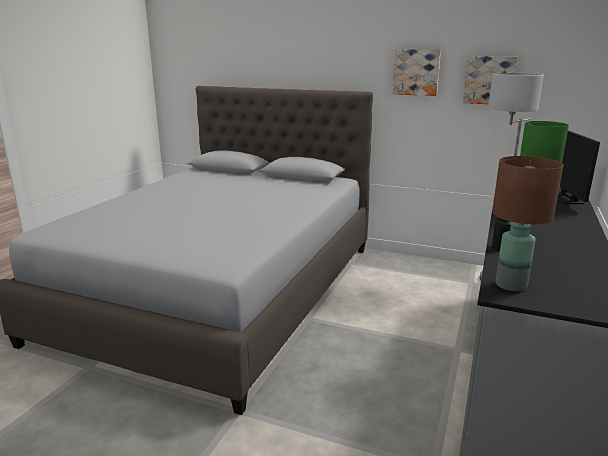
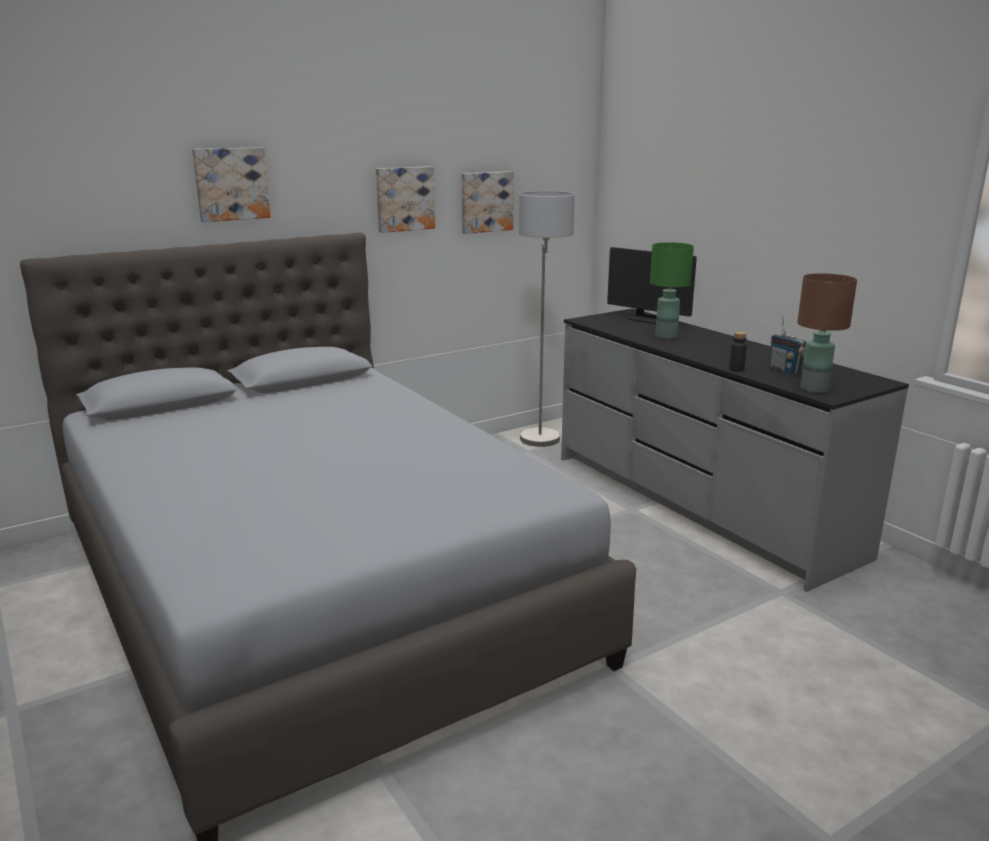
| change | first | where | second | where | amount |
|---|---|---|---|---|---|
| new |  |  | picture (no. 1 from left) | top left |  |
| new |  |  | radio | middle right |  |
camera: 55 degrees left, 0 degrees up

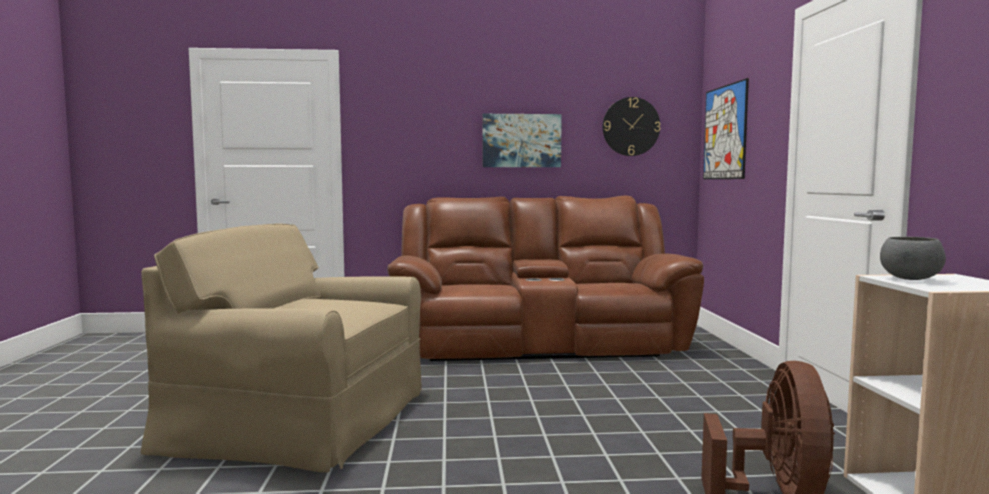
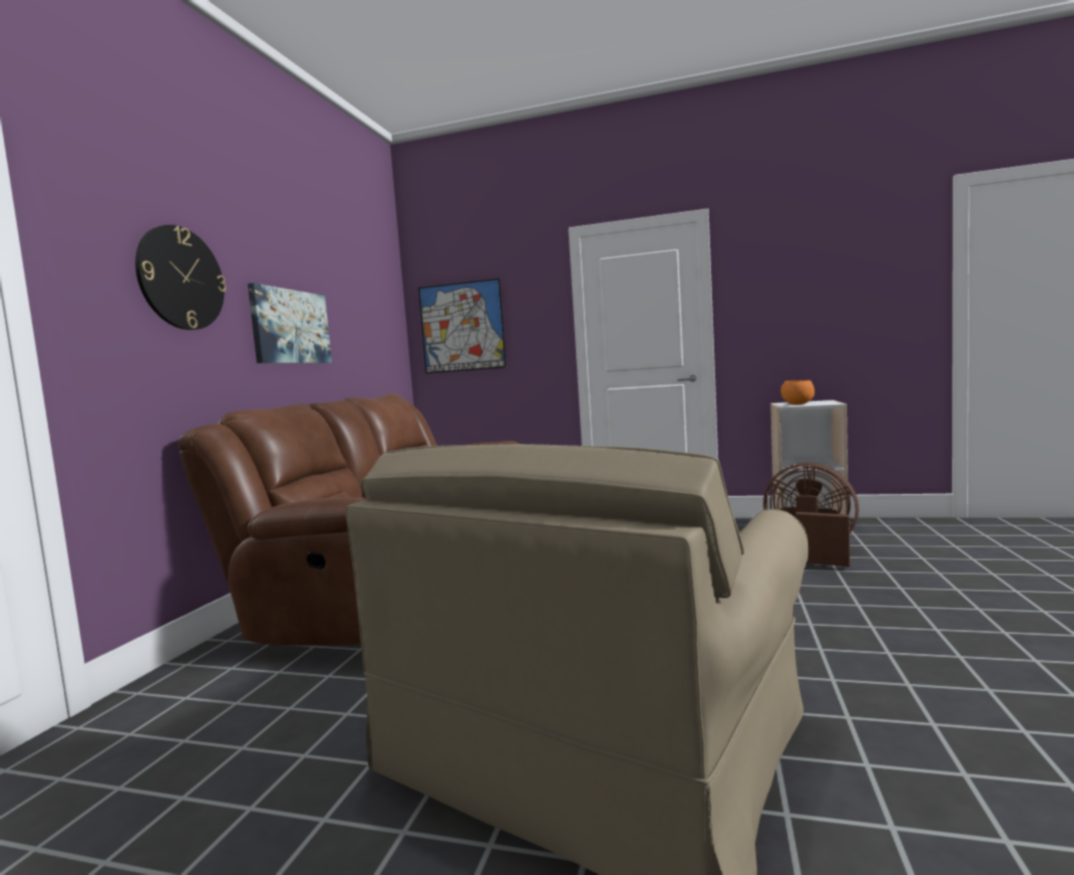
| change | first | where | second | where | amount |
|---|---|---|---|---|---|
| shifted | wall clock | top centre |  | top left |  |
| repainted | grey bowl | middle right | orange bowl | middle right |  |
camera: 70 degrees left, 0 degrees up

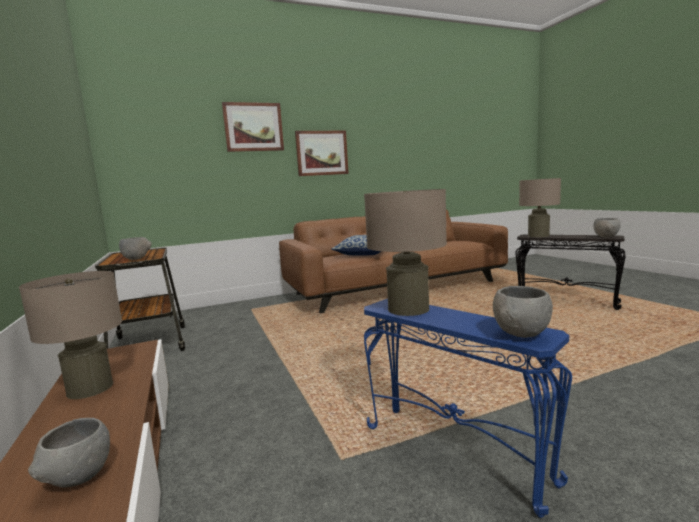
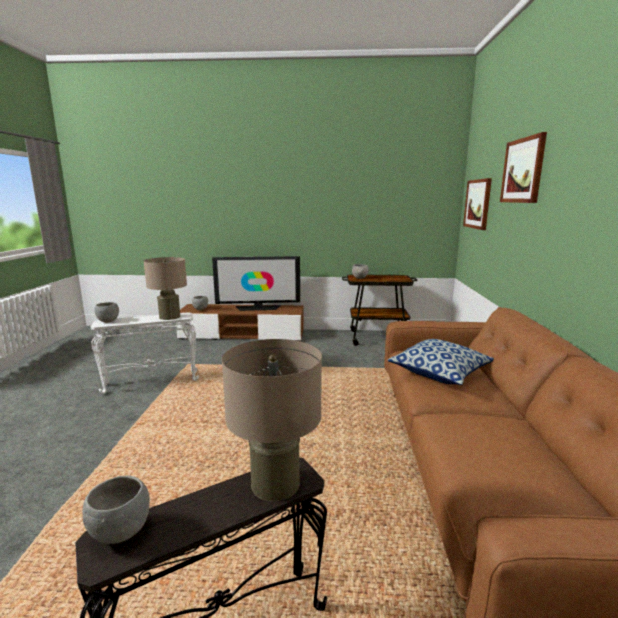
| change | first | where | second | where | amount |
|---|---|---|---|---|---|
| swapped | beige table lamp (no. 1 from left) | middle left | television | centre |  |
| shifted | picture (no. 2 from left in the first image) | top centre | picture (no. 1 from left) | top right |  |
| repainted | blue side table | bottom right | white side table | middle left |  |
camera: 115 degrees right, 5 degrees up

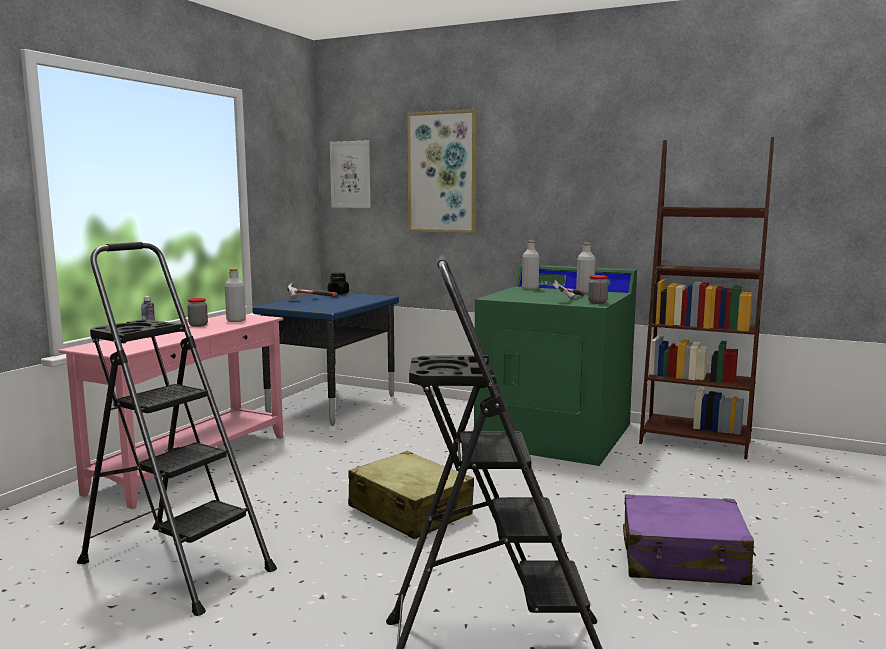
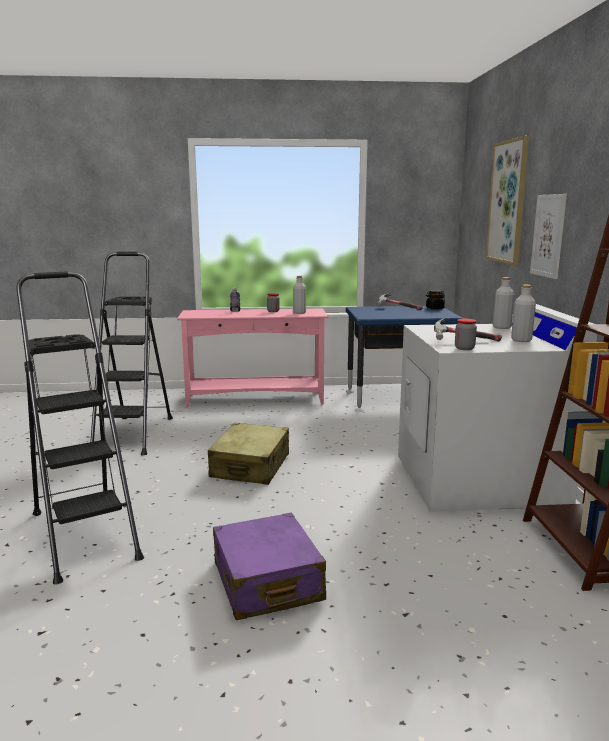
| change | first | where | second | where | amount |
|---|---|---|---|---|---|
| shifted | picture (no. 1 from left in the first image) | top centre | picture (no. 2 from left) | top right |  |
| repainted | green washing machine | centre | white washing machine | middle right |  |
camera: 60 degrees right, 5 degrees up

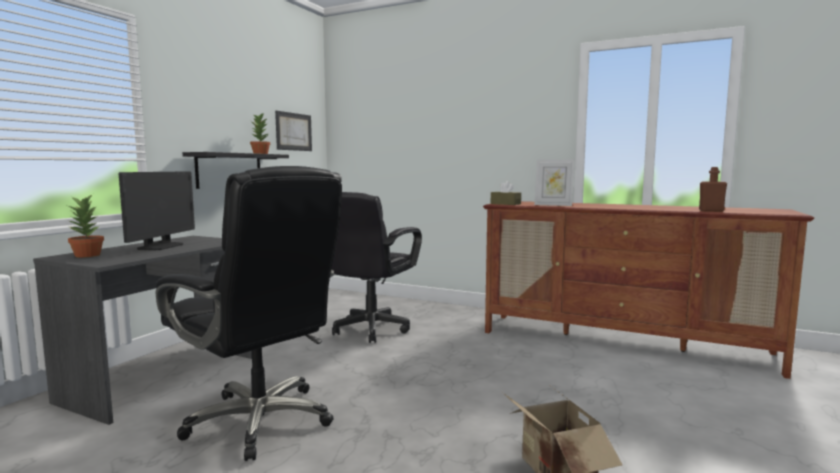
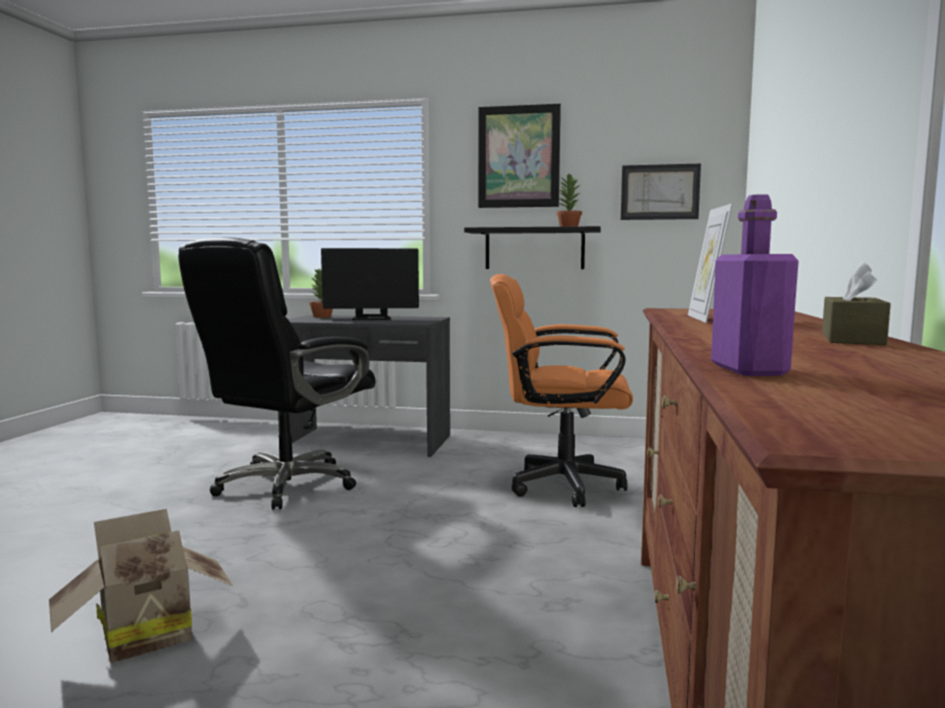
| change | first | where | second | where | amount |
|---|---|---|---|---|---|
| repainted | black office chair (no. 2 from left) | centre | orange office chair | centre |  |
| shifted | brown tissue box | centre |  | middle right |  |
| repainted | brown bottle | middle right | purple bottle | middle right |  |
| new |  |  | picture (no. 1 from left) | top centre |  |
camera: 75 degrees right, 0 degrees up

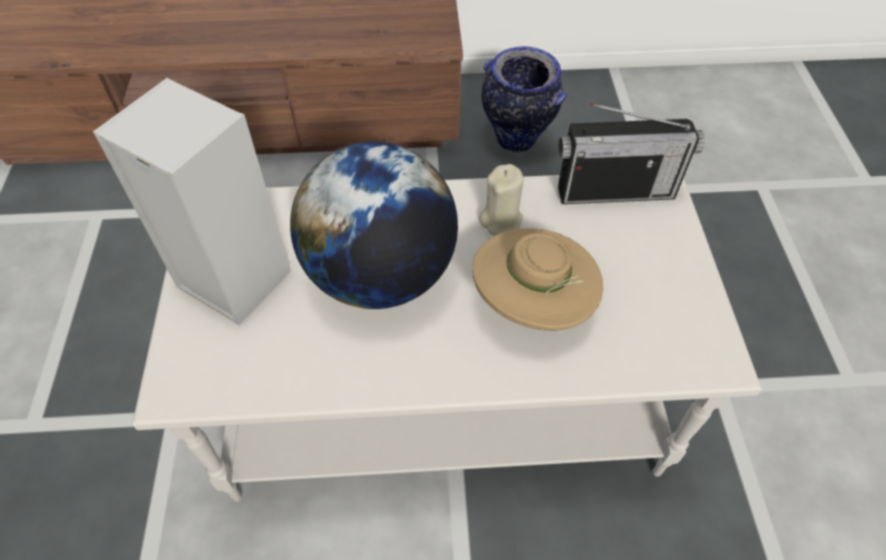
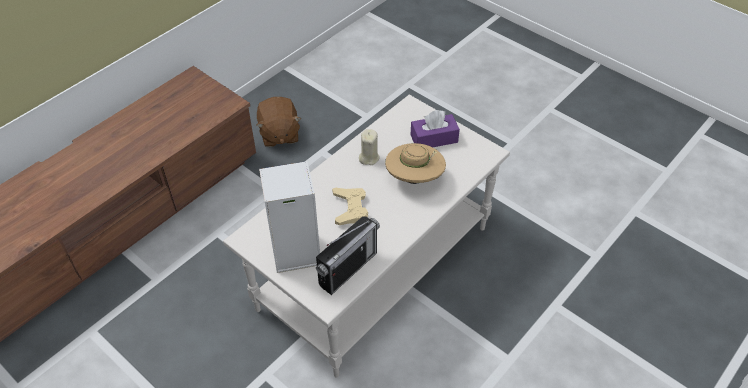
| change | first | where | second | where | amount |
|---|---|---|---|---|---|
| swapped | globe | centre | beige game controller | centre |  |
| swapped | vase | top centre | brown plush toy | top centre |  |
| shifted | radio | top right |  | centre |  |
| new |  |  | purple tissue box | top centre |  |
camera: 45 degrees left, 5 degrees down

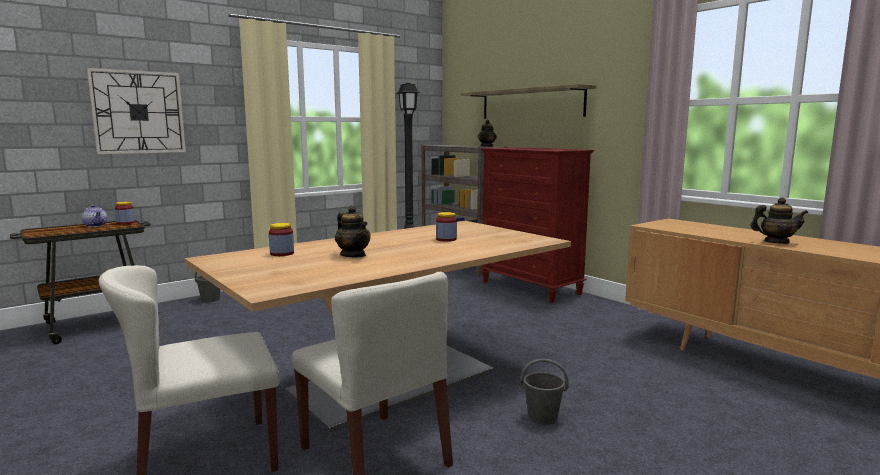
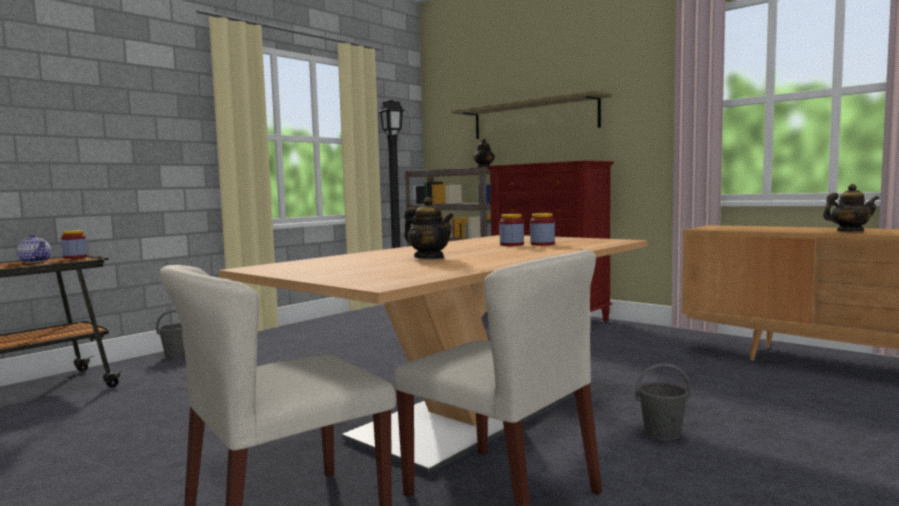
| change | first | where | second | where | amount |
|---|---|---|---|---|---|
| gone | wall clock | top left |  |  |  |
| shifted | jar (no. 2 from left in the first image) | middle left | jar (no. 3 from left) | centre |  |
camera: 10 degrees left, 5 degrees down

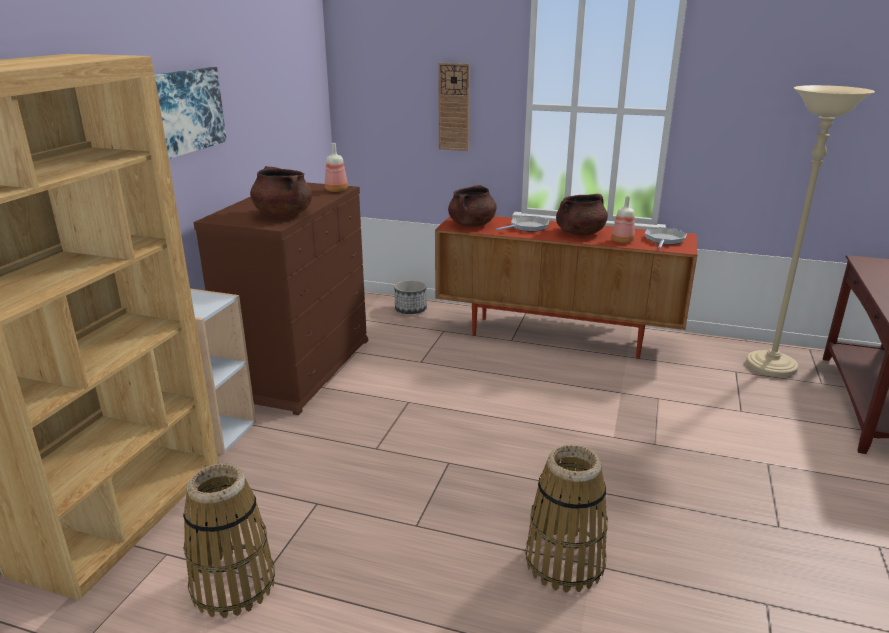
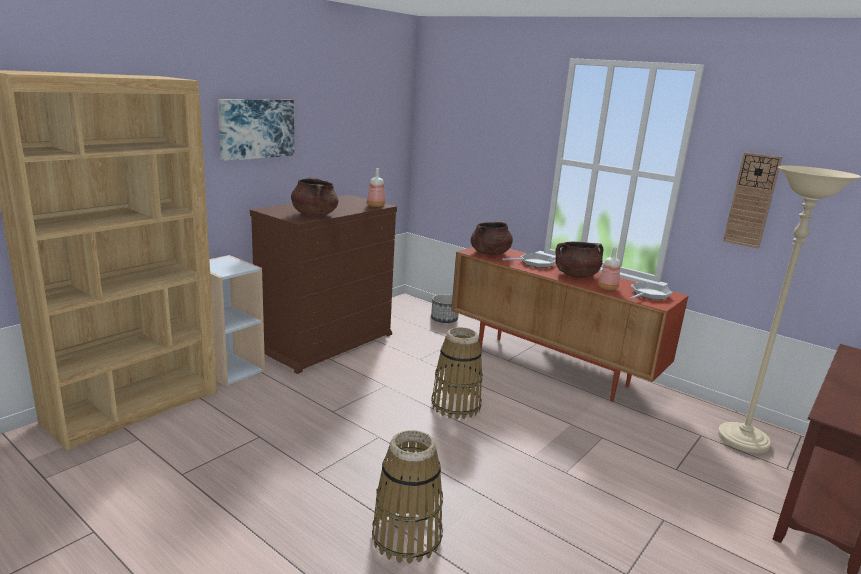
| change | first | where | second | where | amount |
|---|---|---|---|---|---|
| shifted | basket (no. 1 from left in the first image) | bottom left | basket (no. 2 from left) | centre |  |
| shifted | wall clock | top centre |  | middle right |  |
camera: 20 degrees right, 5 degrees down

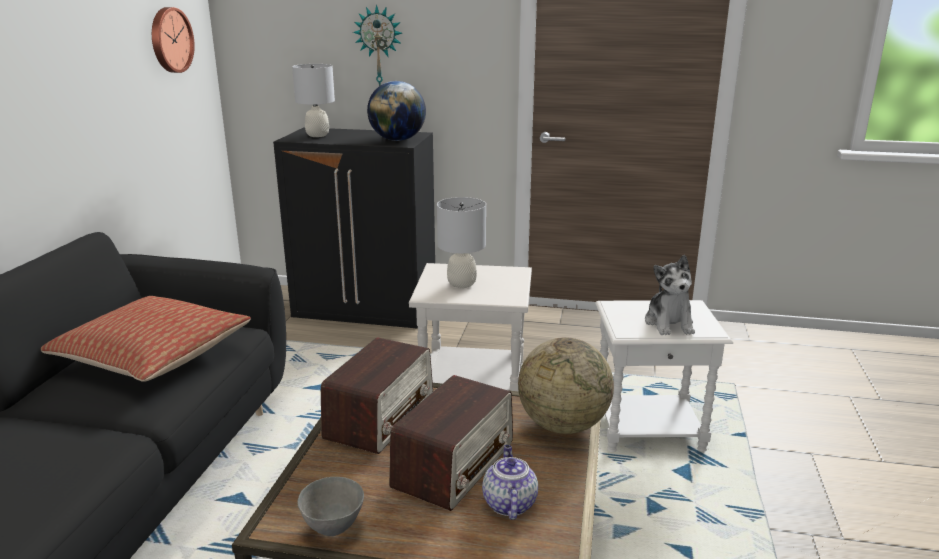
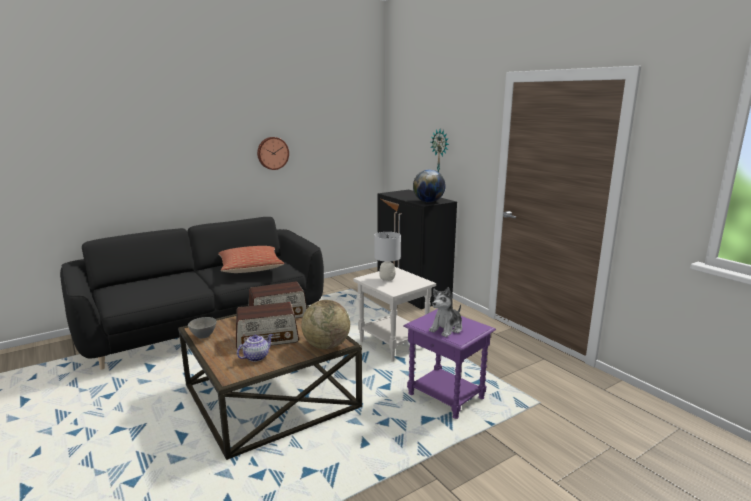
| change | first | where | second | where | amount |
|---|---|---|---|---|---|
| shifted | wall clock (no. 1 from left) | top left |  | top centre |  |
| gone | grey table lamp (no. 1 from left) | top centre |  |  |  |
| repainted | white side table (no. 2 from left) | bottom right | purple side table | bottom centre |  |
camera: 45 degrees right, 5 degrees down

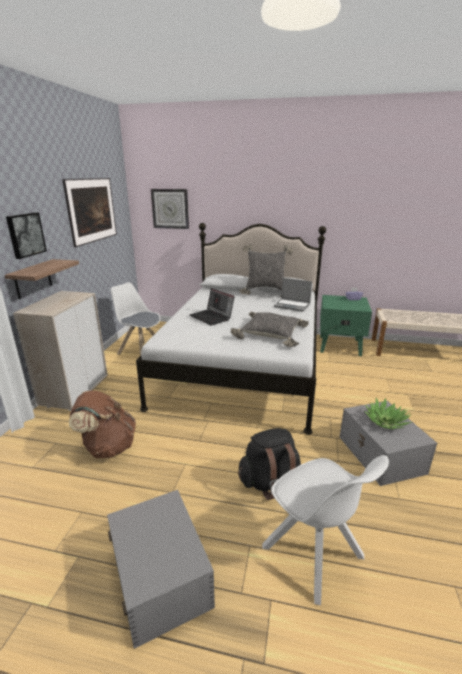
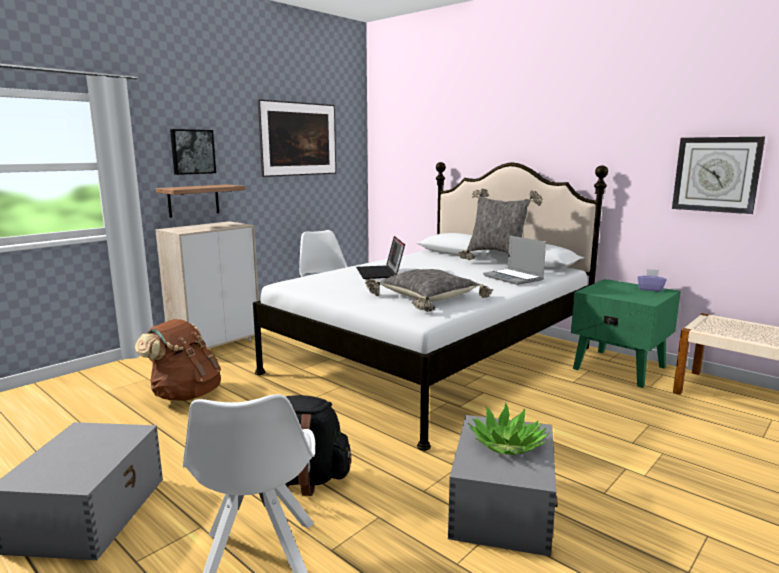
| change | first | where | second | where | amount |
|---|---|---|---|---|---|
| shifted | wall clock | top centre |  | top right |  |
camera: 30 degrees right, 10 degrees down

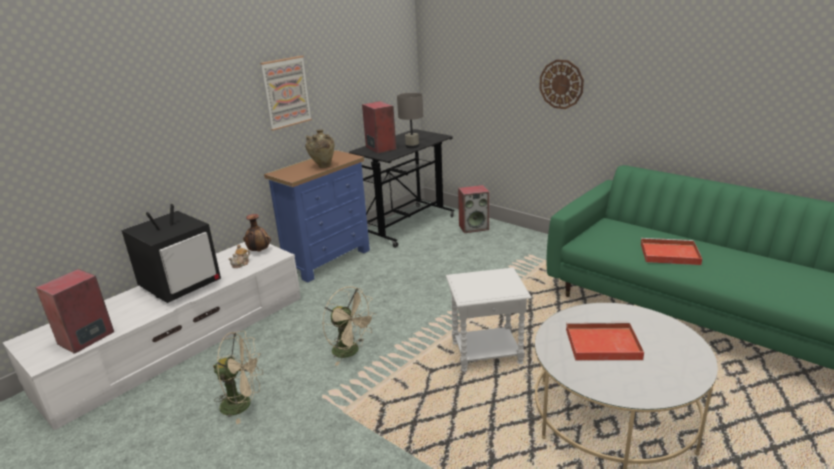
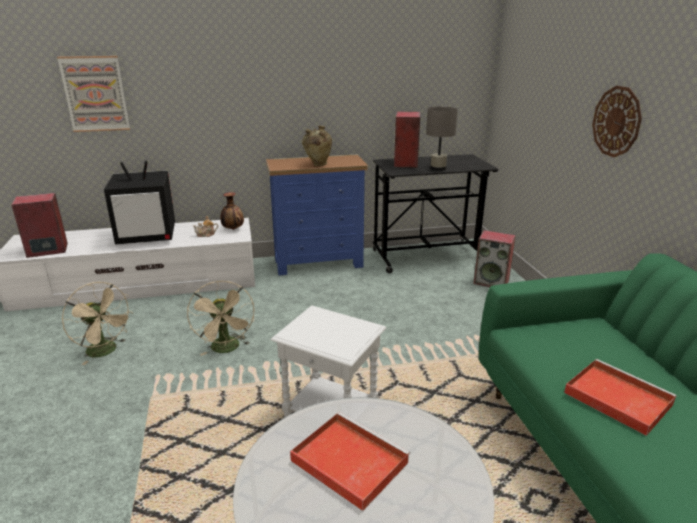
| change | first | where | second | where | amount |
|---|---|---|---|---|---|
| shifted | picture | top centre |  | top left |  |
camera: 35 degrees right, 0 degrees up

